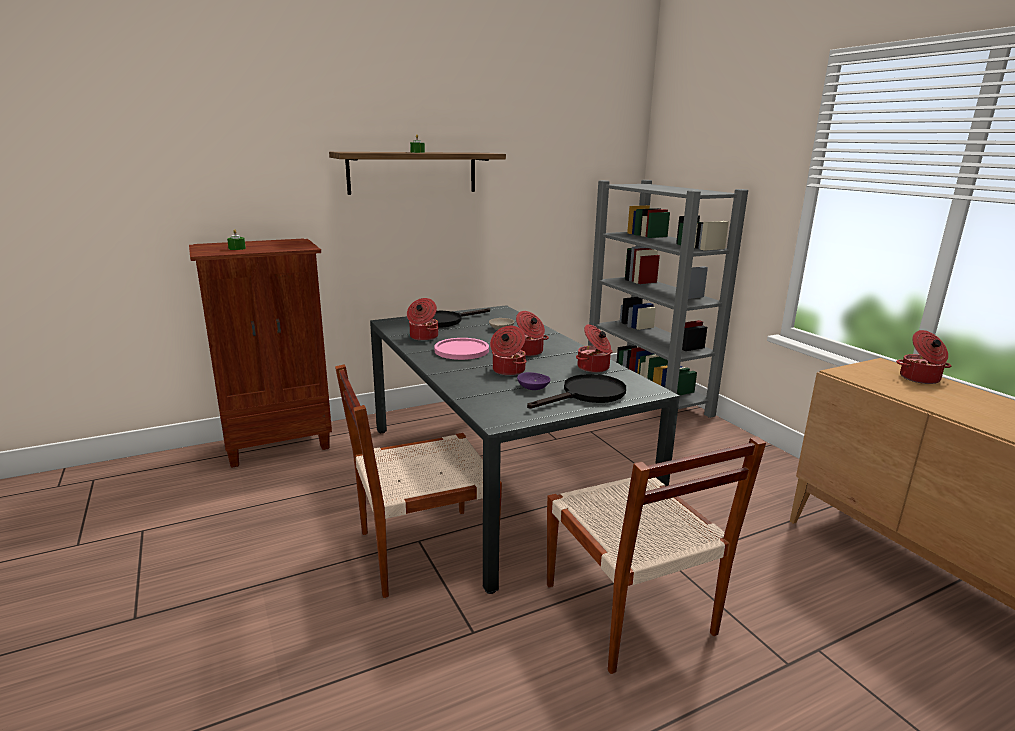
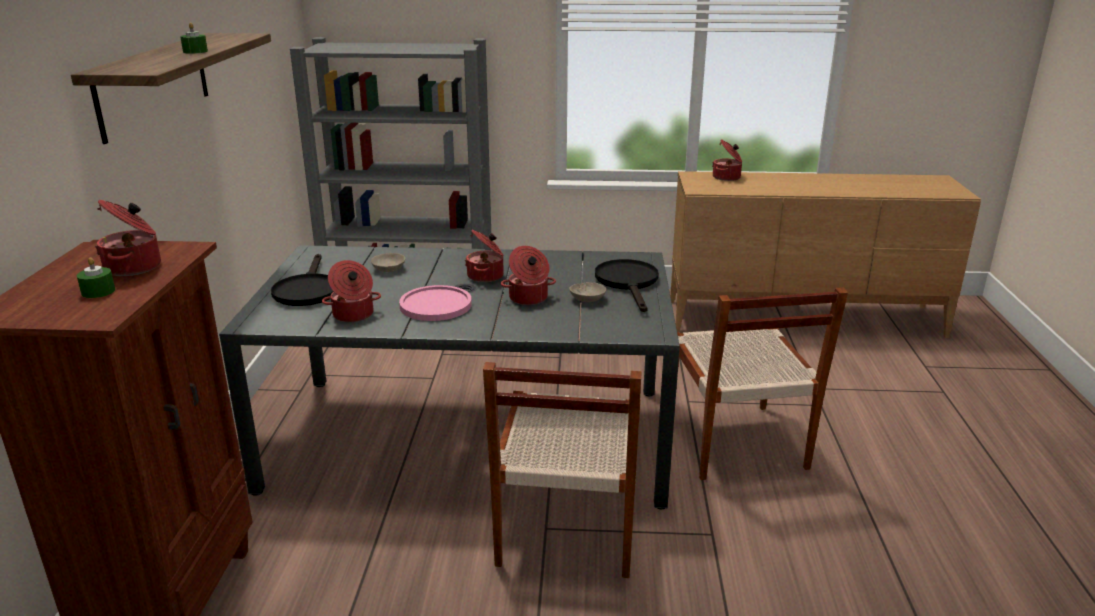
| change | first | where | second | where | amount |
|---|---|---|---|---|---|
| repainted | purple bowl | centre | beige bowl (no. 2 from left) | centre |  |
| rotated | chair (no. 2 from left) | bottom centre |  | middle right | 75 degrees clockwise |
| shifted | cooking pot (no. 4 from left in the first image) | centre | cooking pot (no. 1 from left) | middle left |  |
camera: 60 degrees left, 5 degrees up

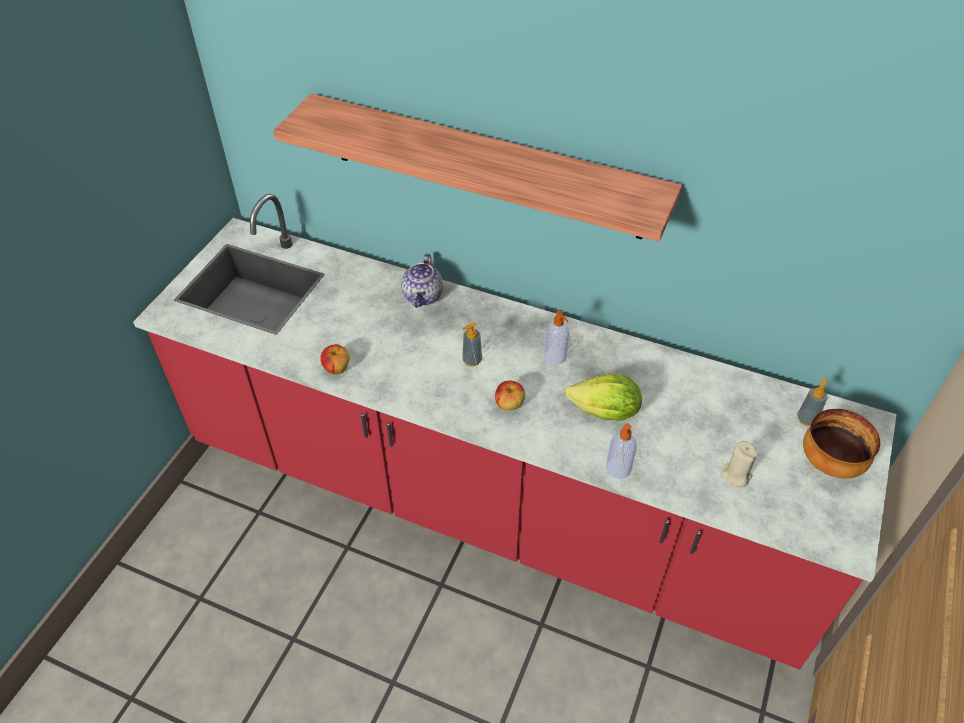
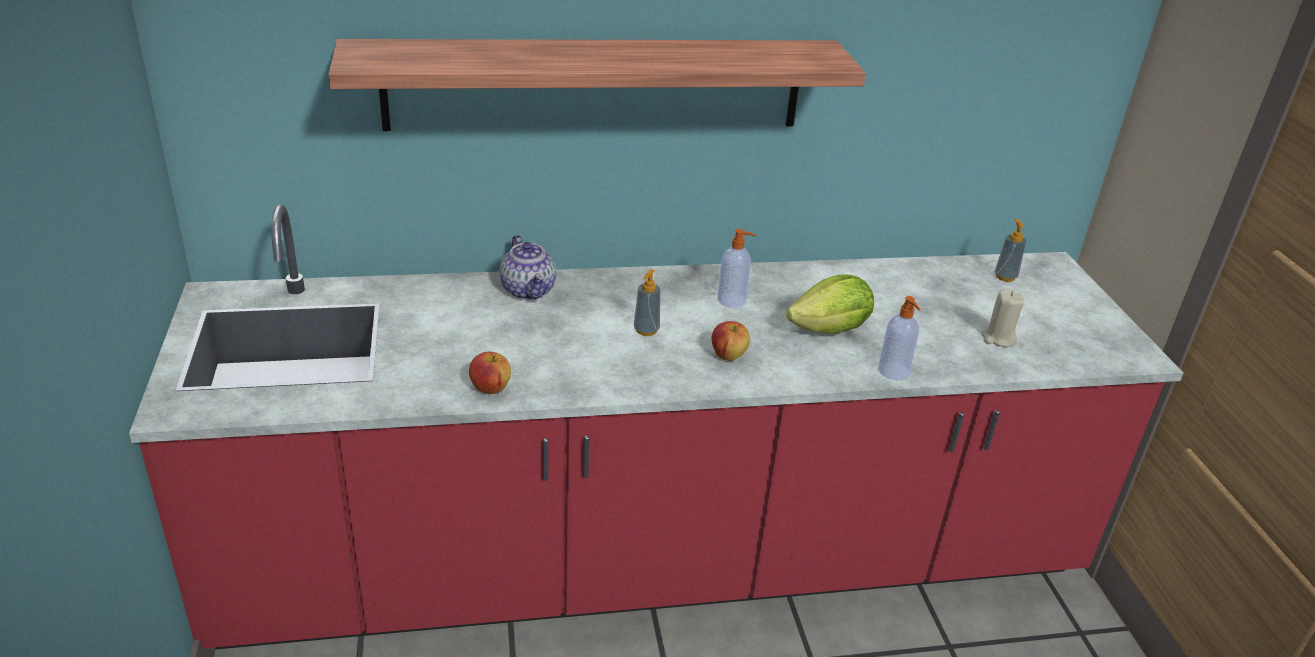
| change | first | where | second | where | amount |
|---|---|---|---|---|---|
| gone | bowl | middle right |  |  |  |
camera: 35 degrees left, 15 degrees down

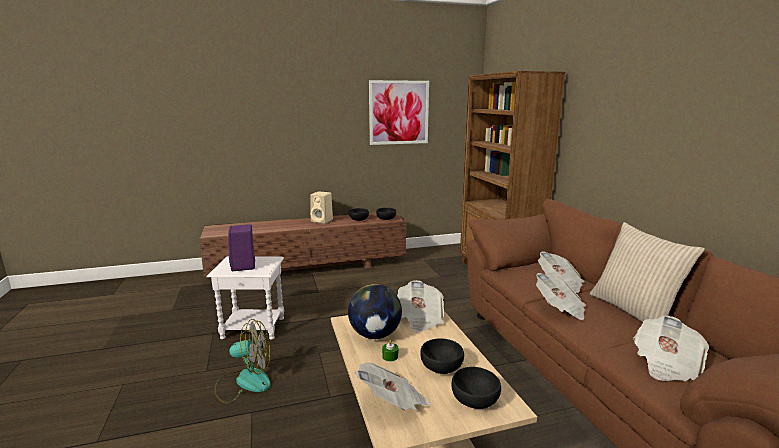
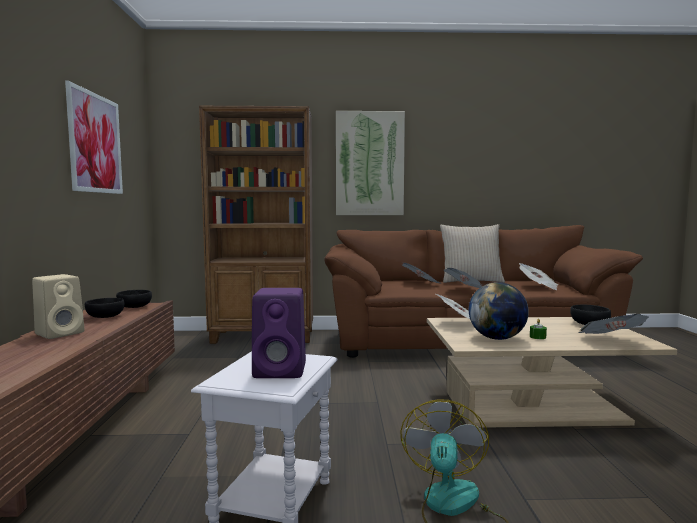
| change | first | where | second | where | amount |
|---|---|---|---|---|---|
| gone | black bowl (no. 3 from left) | bottom centre |  |  |  |
| new |  |  | picture (no. 2 from left) | top centre |  |
camera: 75 degrees left, 10 degrees down

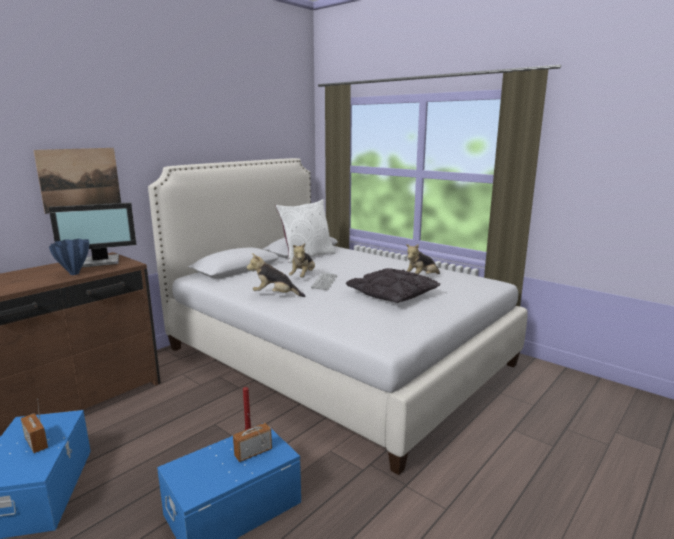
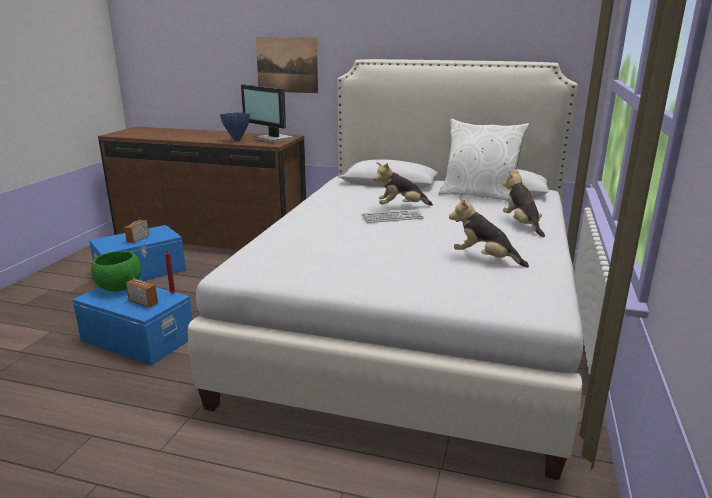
| change | first | where | second | where | amount |
|---|---|---|---|---|---|
| shifted | plush toy (no. 1 from left in the first image) | centre | plush toy (no. 3 from left) | middle right |  |
| gone | black pillow | centre |  |  |  |
| new |  |  | green bowl | middle left |  |
camera: 65 degrees right, 5 degrees up

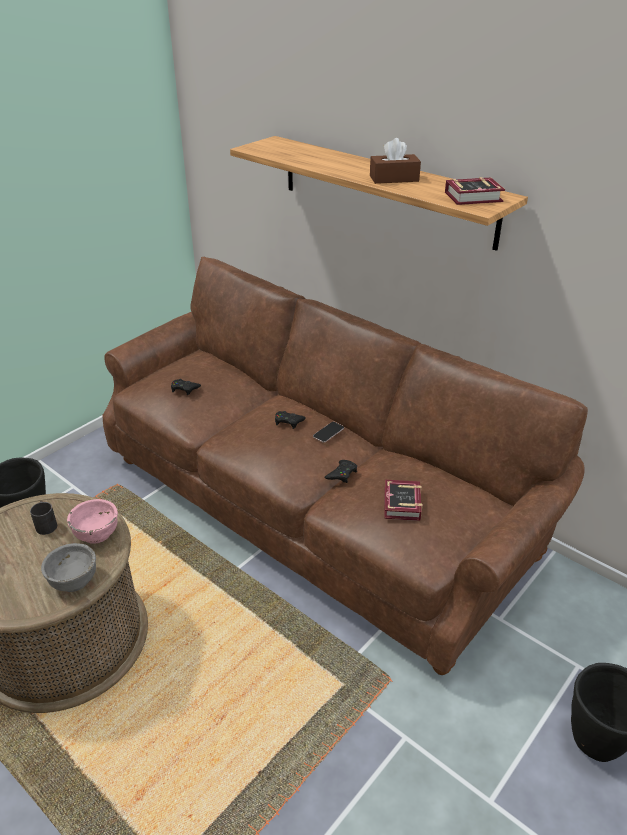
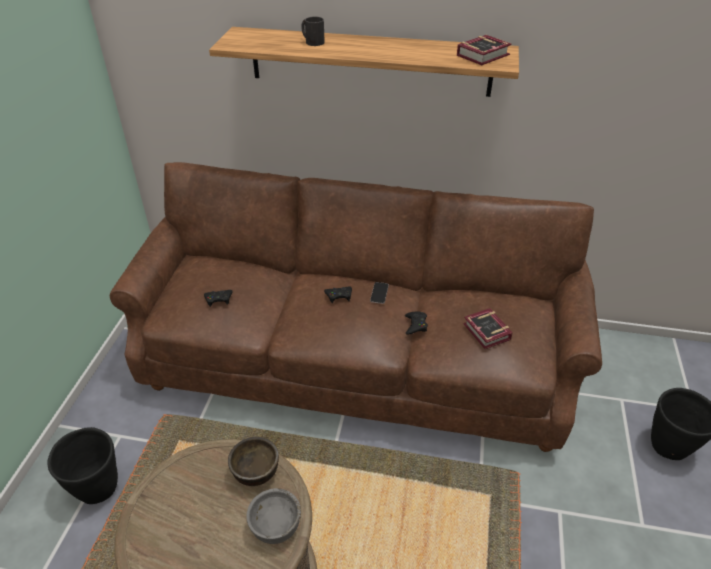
| change | first | where | second | where | amount |
|---|---|---|---|---|---|
| shifted | black mug | middle left |  | top centre |  |
| repainted | pink bowl | middle left | brown bowl | bottom centre |  |
| gone | brown tissue box | top centre |  |  |  |
camera: 30 degrees left, 5 degrees up

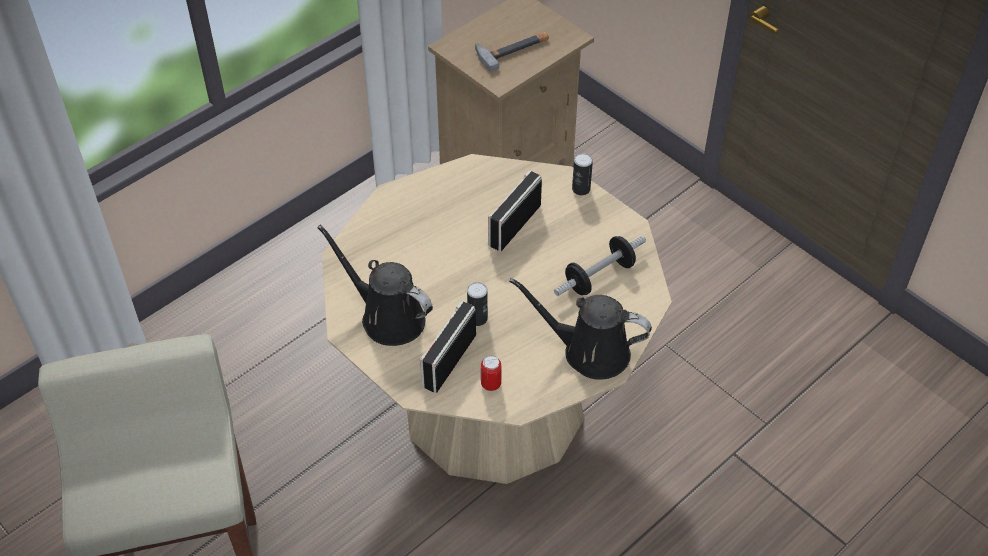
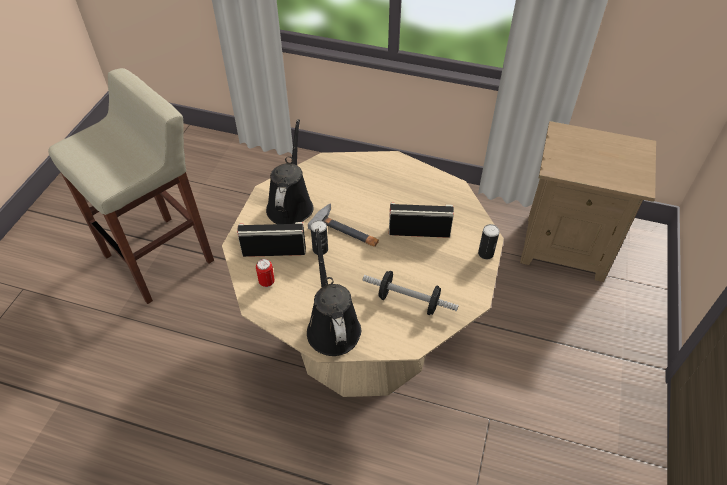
| change | first | where | second | where | amount |
|---|---|---|---|---|---|
| shifted | hammer | top centre |  | centre |  |
camera: 60 degrees right, 0 degrees up

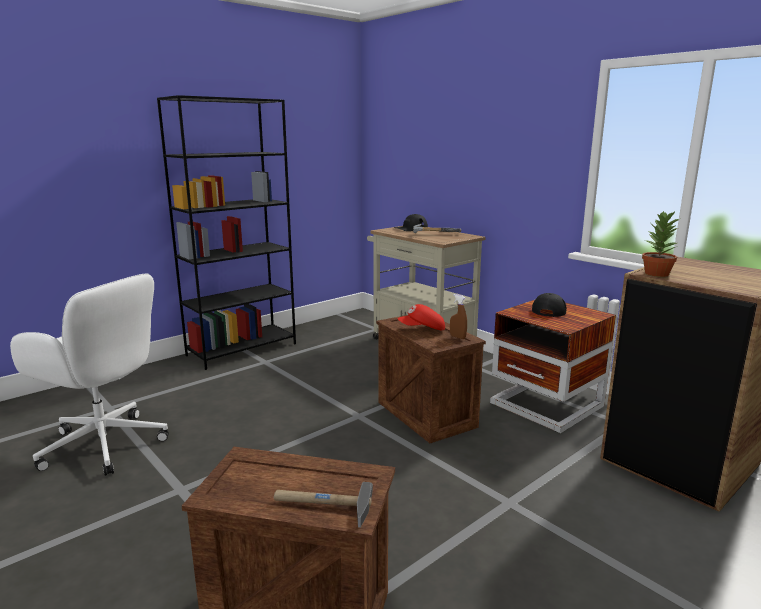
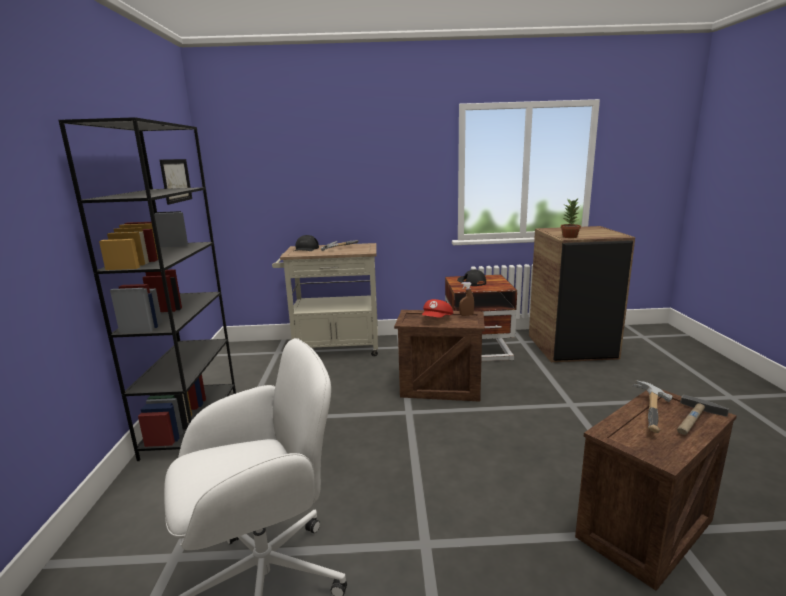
| change | first | where | second | where | amount |
|---|---|---|---|---|---|
| new |  |  | picture | top left |  |
| new |  |  | hammer (no. 2 from left) | bottom right |  |
camera: 50 degrees left, 0 degrees up

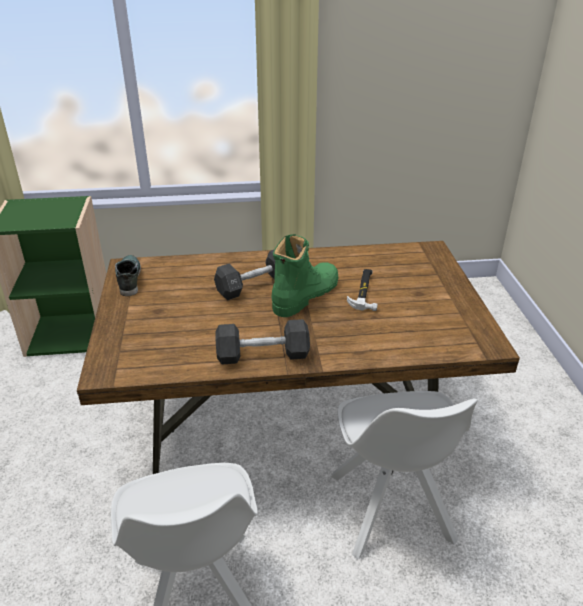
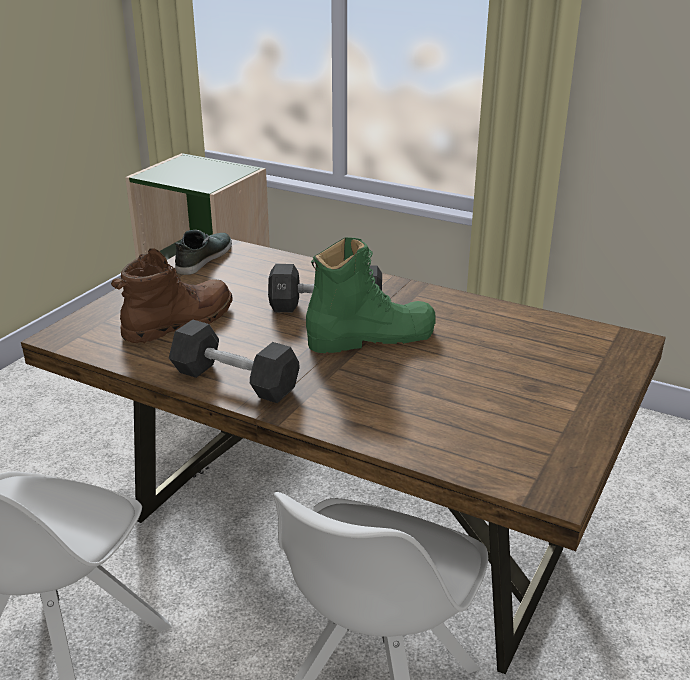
| change | first | where | second | where | amount |
|---|---|---|---|---|---|
| gone | hammer | centre |  |  |  |
| new |  |  | brown boot | middle left |  |
camera: 35 degrees right, 5 degrees down

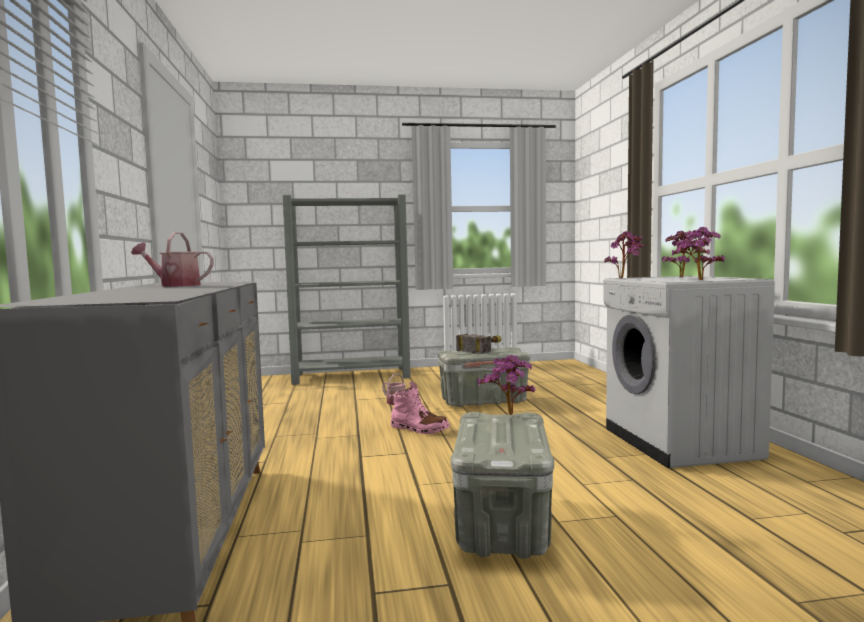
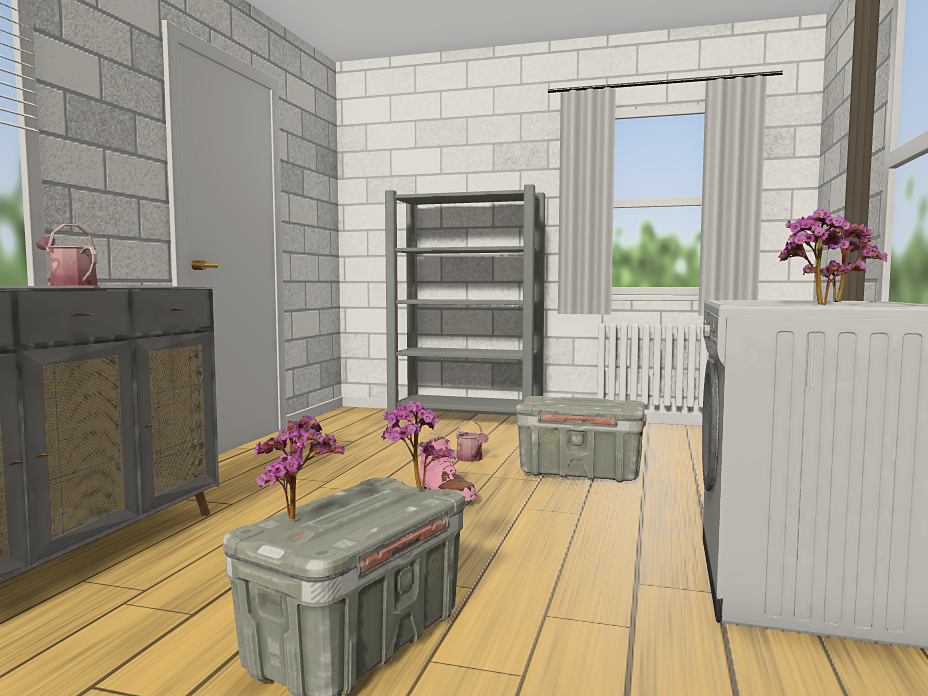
| change | first | where | second | where | amount |
|---|---|---|---|---|---|
| gone | hammer | centre |  |  |  |
| shifted | potted plant (no. 2 from left in the first image) | middle right | potted plant (no. 1 from left) | bottom left |  |
camera: 25 degrees right, 0 degrees up

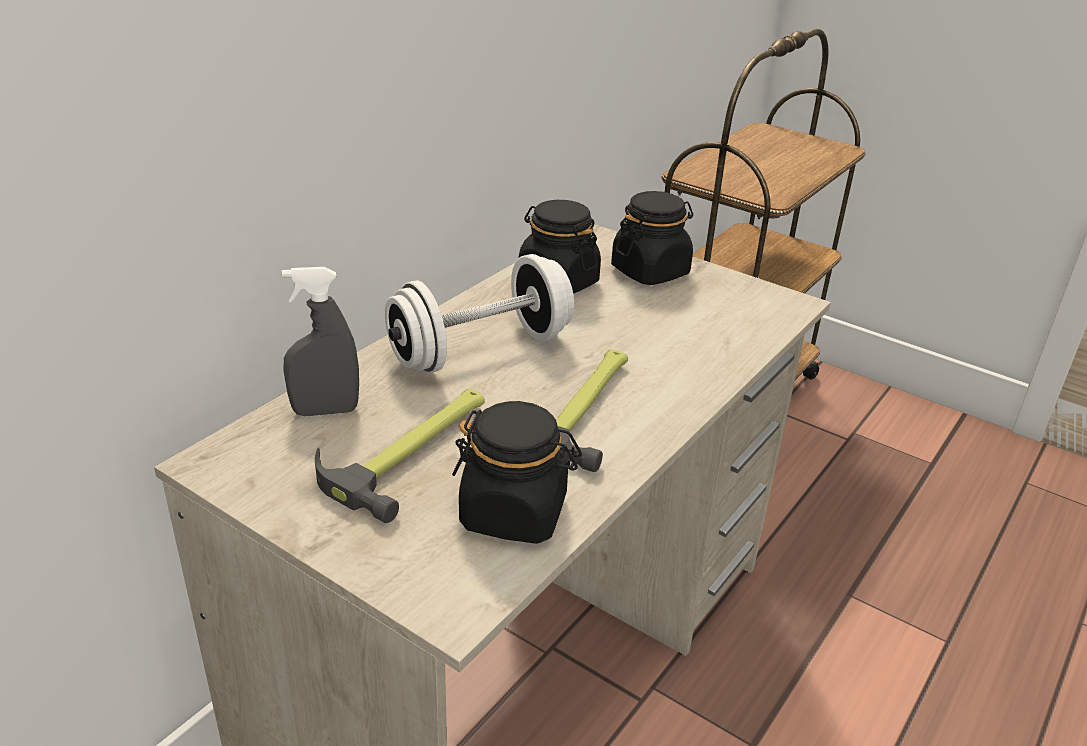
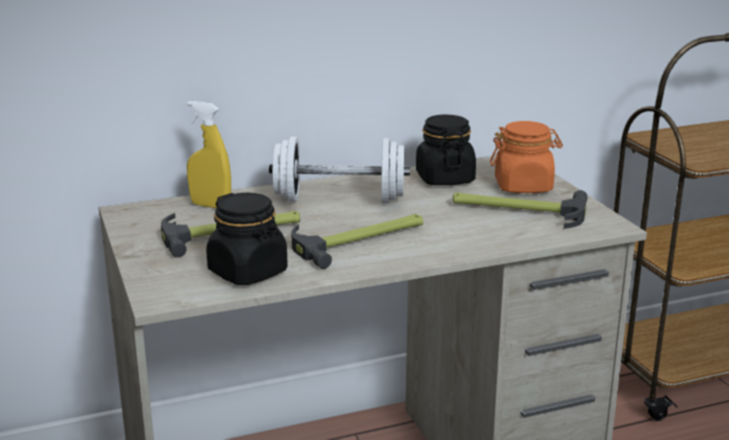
| change | first | where | second | where | amount |
|---|---|---|---|---|---|
| repainted | grey spray bottle | middle left | yellow spray bottle | middle left |  |
| repainted | black jar (no. 3 from left) | top centre | orange jar | middle right |  |
| new |  |  | hammer (no. 3 from left) | middle right |  |
camera: 35 degrees right, 10 degrees down

